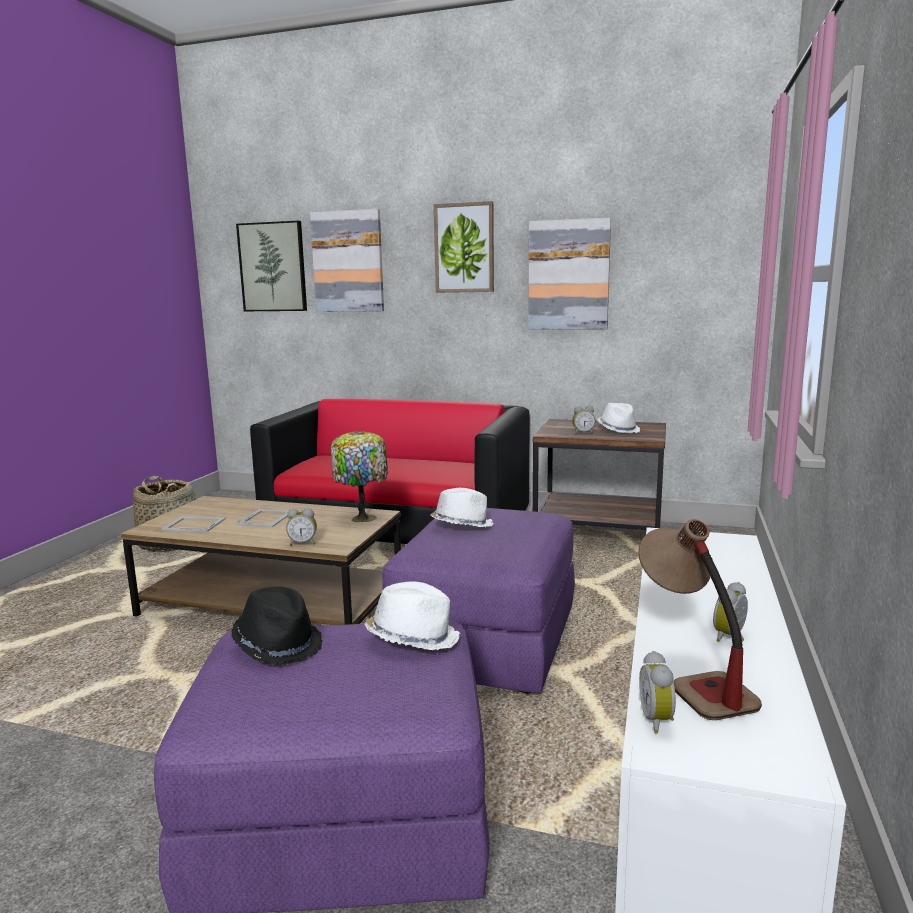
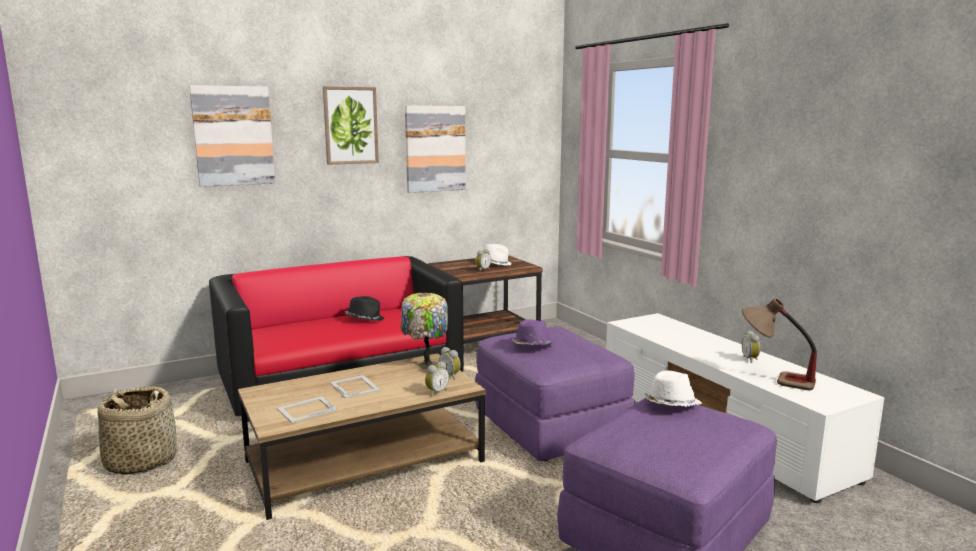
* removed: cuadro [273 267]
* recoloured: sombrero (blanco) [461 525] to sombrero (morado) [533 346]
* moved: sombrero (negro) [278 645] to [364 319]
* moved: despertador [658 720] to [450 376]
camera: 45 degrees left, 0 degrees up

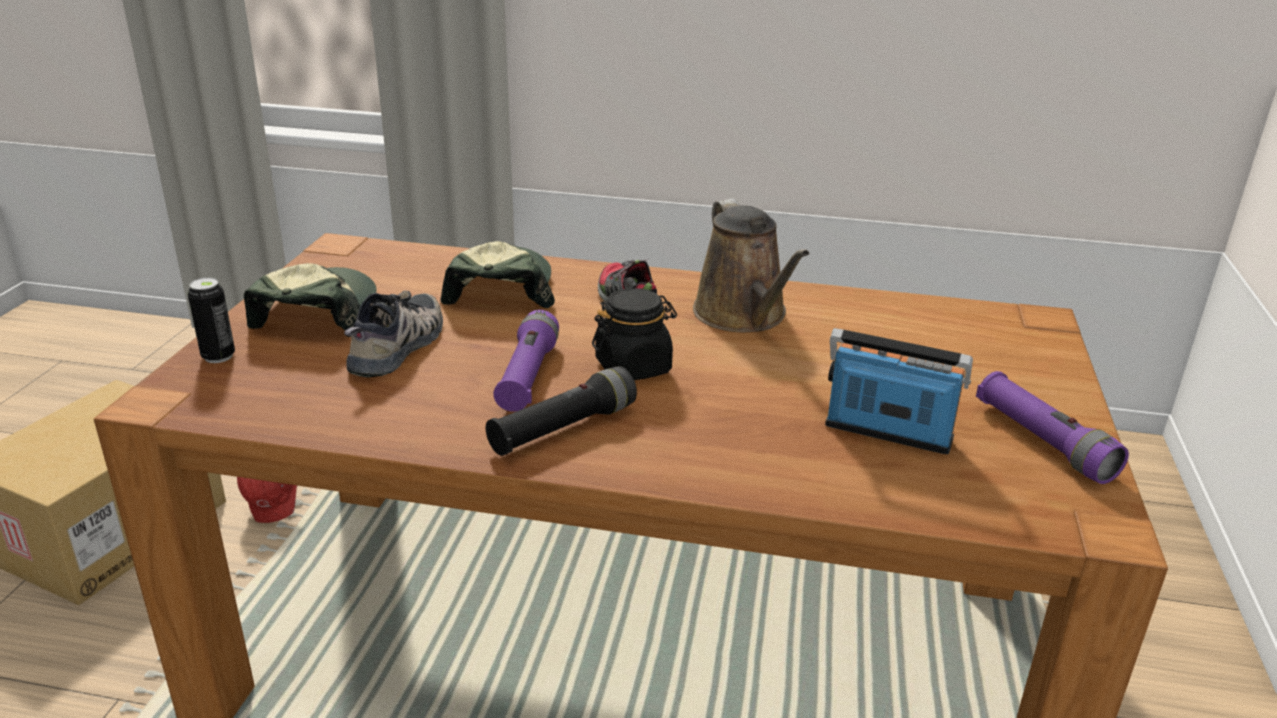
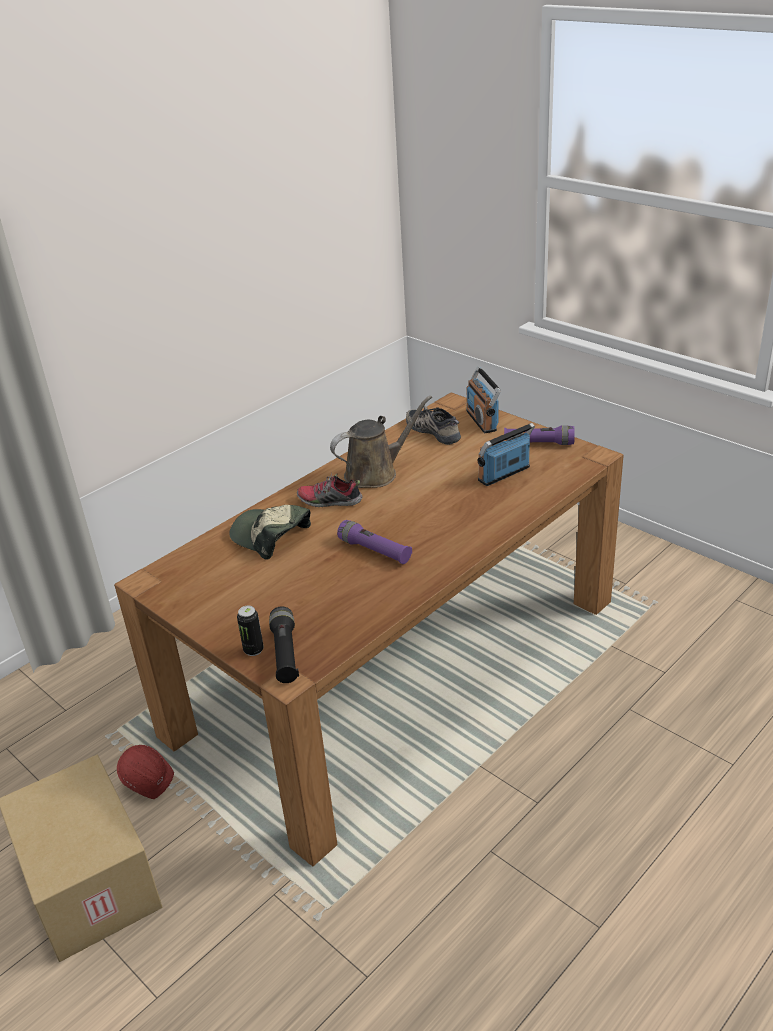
* turned: regadera (marrón) [743 316] = [375 473] 45 degrees counterclockwise
* removed: gorra [316 314]
* removed: tarro (negro) [633 367]
* moved: zapato [400 346] to [435 431]
* moved: linterna (negro) [563 429] to [285 653]
* added: radio [482 420]
camera: 55 degrees left, 5 degrees up

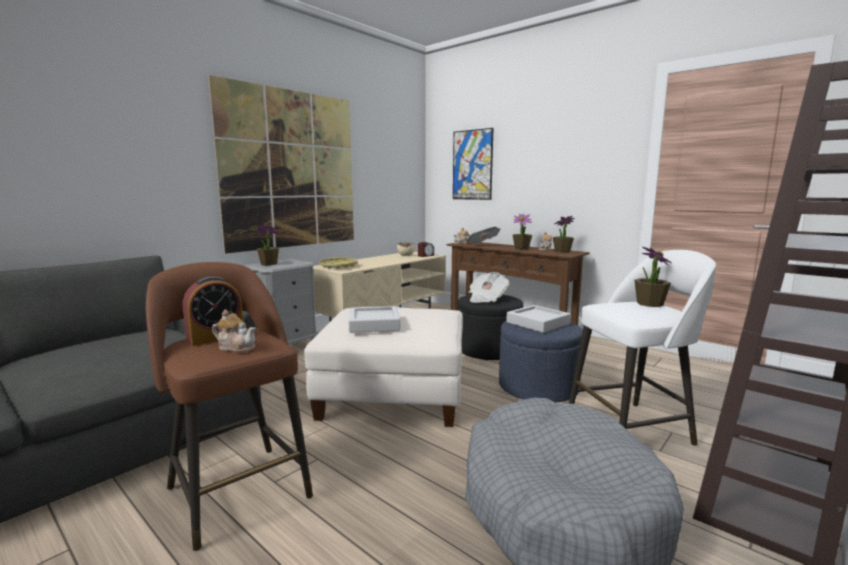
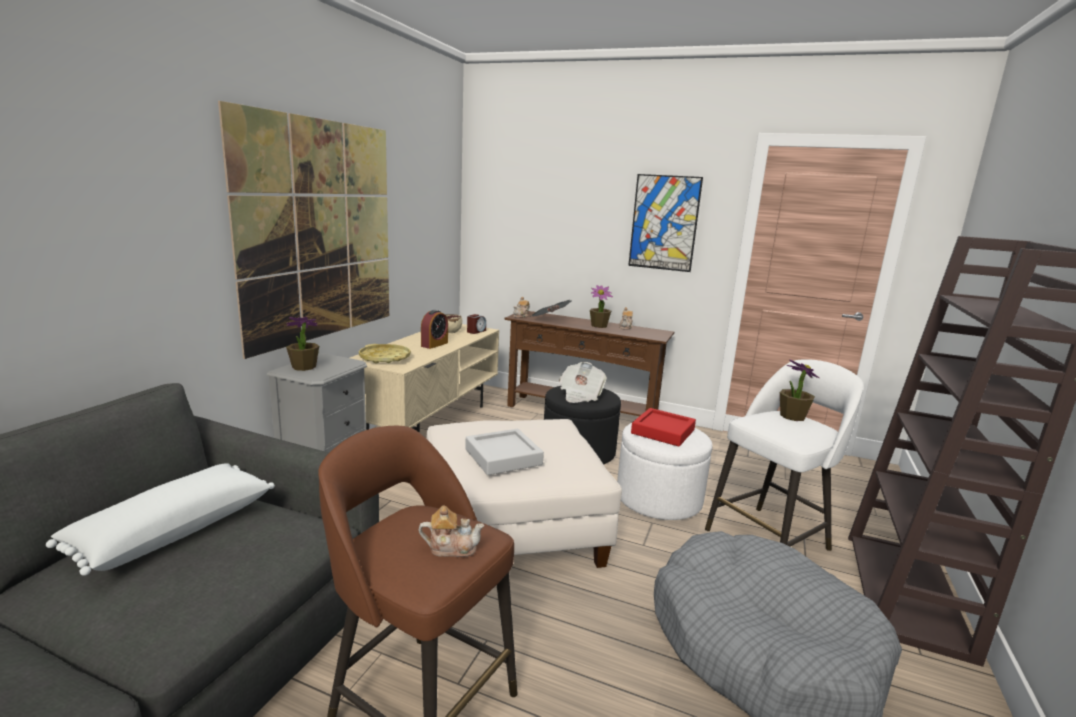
* moved: cuadro [472 165] to [664 223]
* removed: planta en maceta [562 251]
* moved: despertador [215 337] to [434 344]
* recoloured: bandeja (gris) [538 323] to bandeja (rojo) [663 431]
* recoloured: puf (azul) [538 387] to puf (blanco) [658 499]
* added: cojín (blanco) [173 530]
camera: 20 degrees left, 5 degrees up

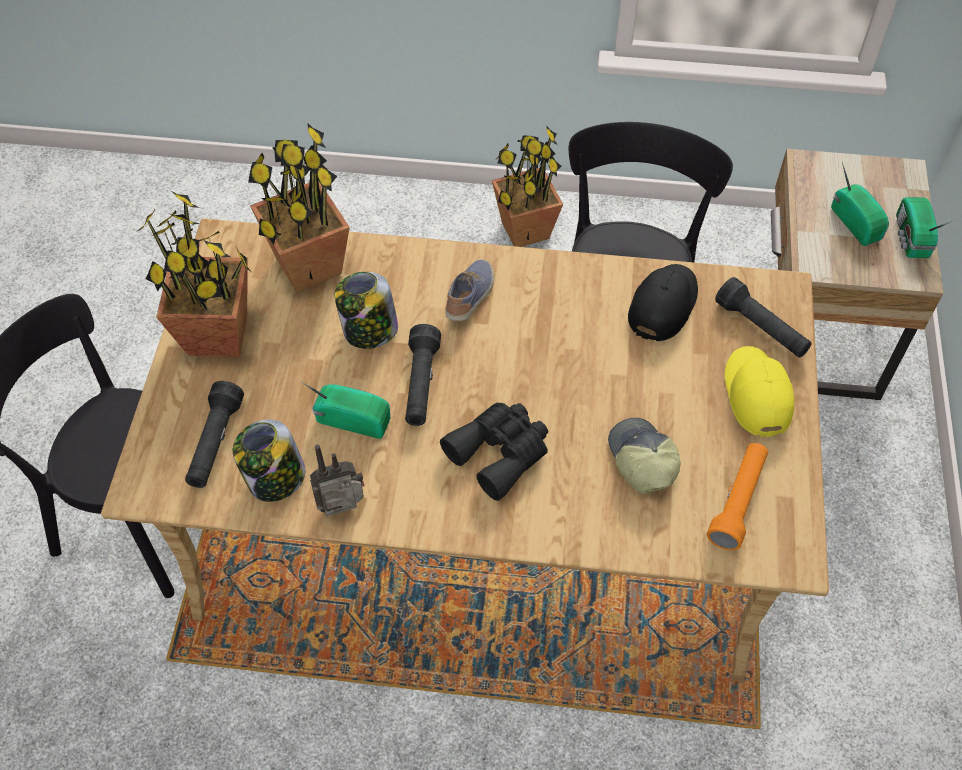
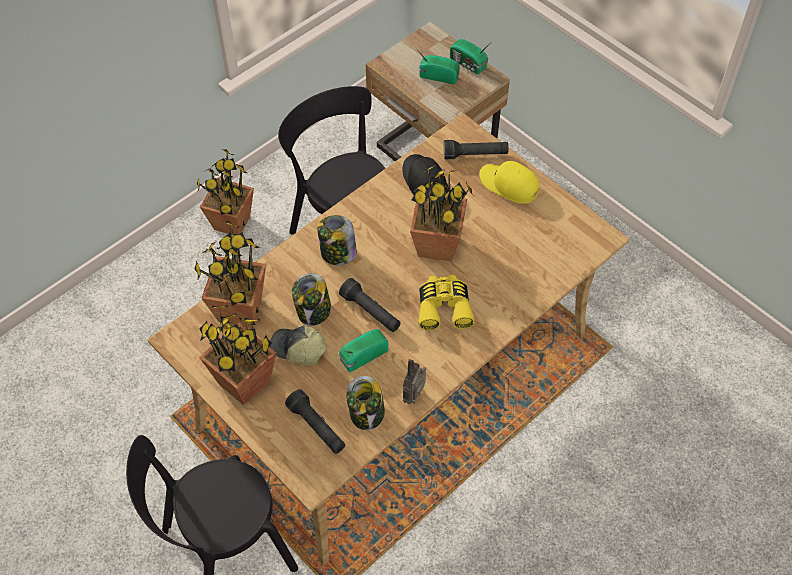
* replaced: zapato [471 297] to tarro [337 253]
* recoloured: prismáticos (negro) [500 453] to prismáticos (amarillo) [444 307]
* moved: gorra [641 460] to [298 349]
* removed: linterna (naranja) [738 501]
* added: planta en maceta [437 245]
camera: 50 degrees left, 0 degrees up

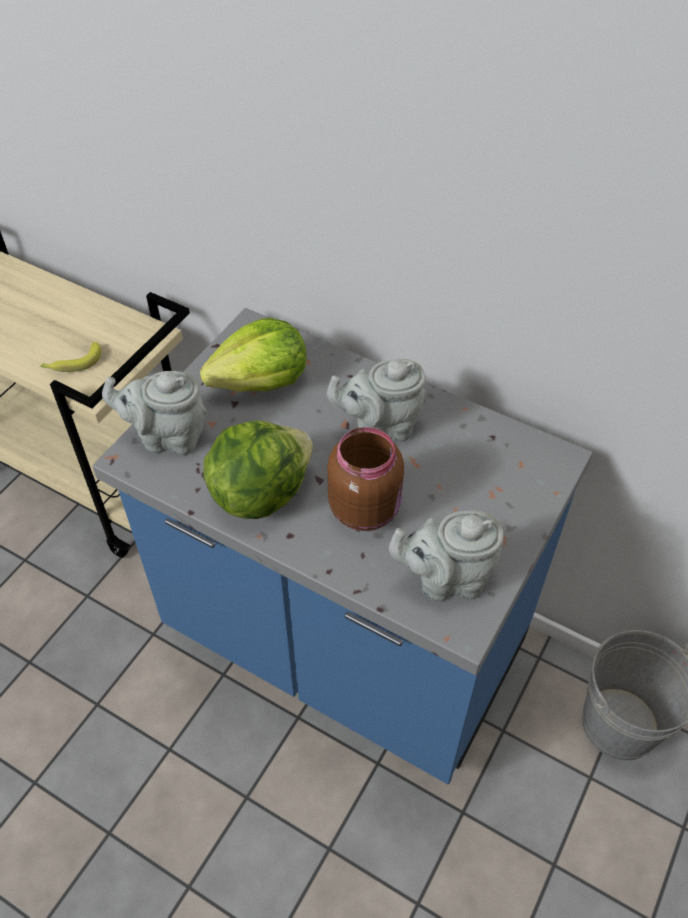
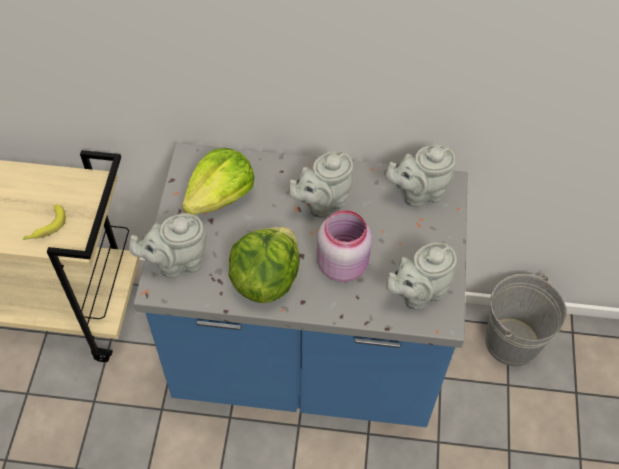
* recoloured: tarro (marrón) [366 508] to tarro (rosa) [343 264]
* added: tetera (gris) [418 193]
camera: 25 degrees left, 5 degrees up

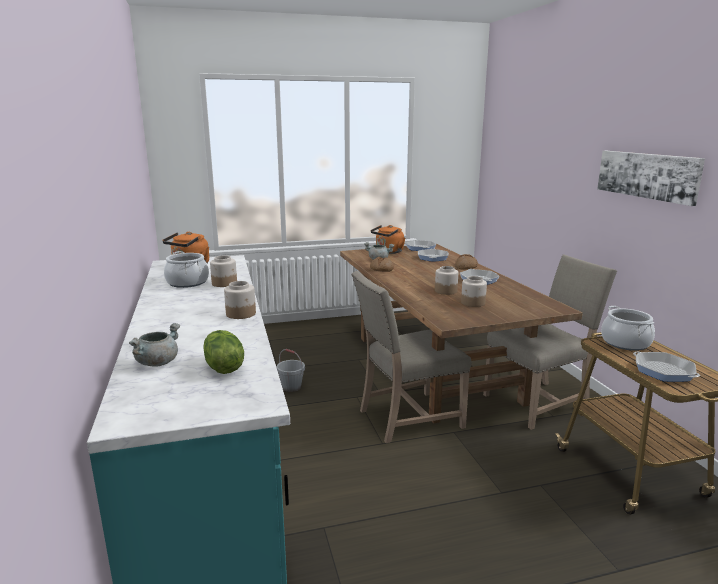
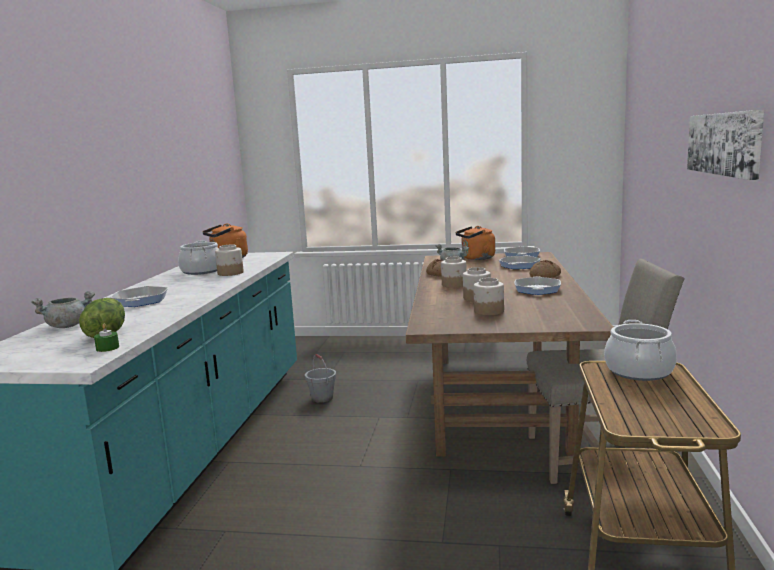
* removed: silla (beis) [407 418]
* moved: tarro [241 314] to [454 284]
* moved: sartén [663 371] to [140 301]
* added: vela (verde) [107 348]
camera: 25 degrees right, 5 degrees down

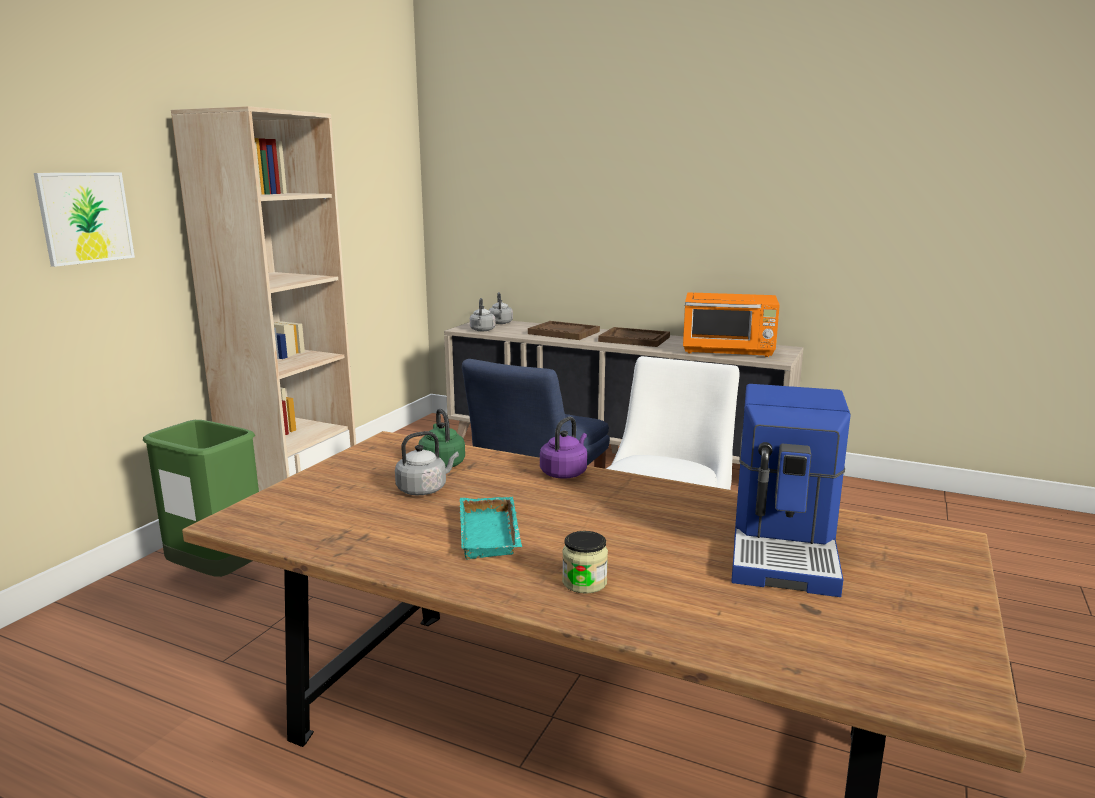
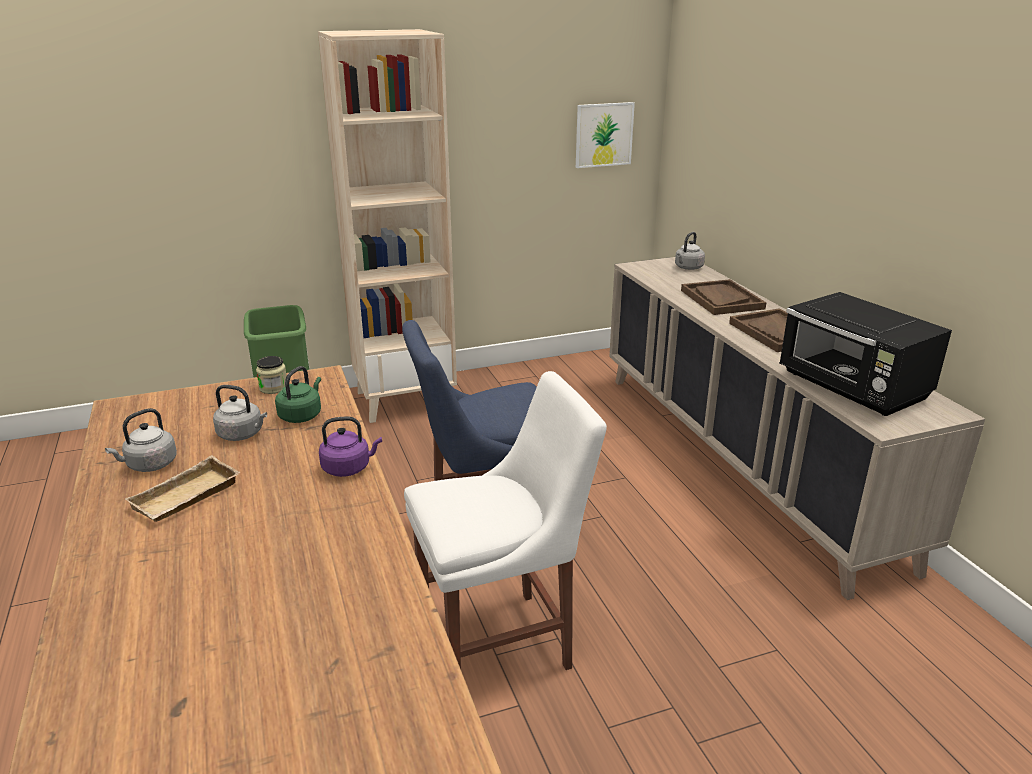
* moved: cuadro [85 217] to [604 134]
* recoloured: microondas (naranja) [729 351] to microondas (negro) [853 388]
* moved: hervidor (gris) [482 330] to [149 465]
* removed: cafetera [785 548]
* recoloured: bandeja (turquesa) [492 535] to bandeja (beis) [186 498]
* moved: tarro [584 582] to [273 388]
camera: 45 degrees right, 10 degrees up

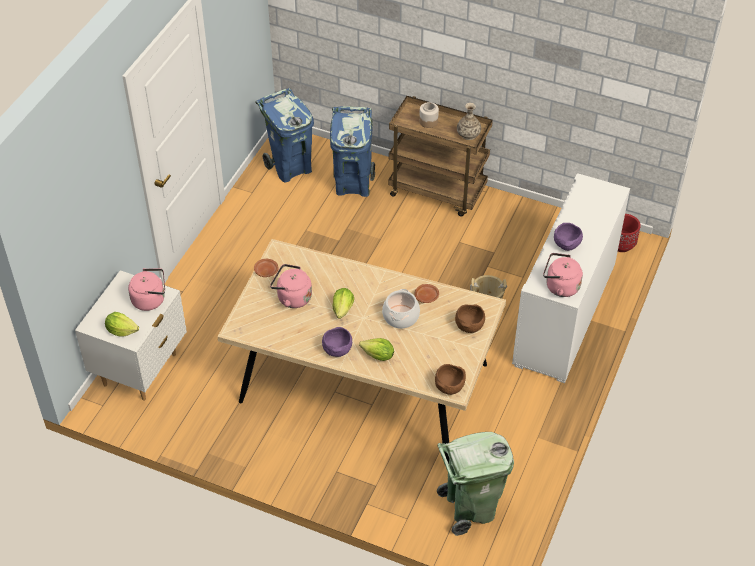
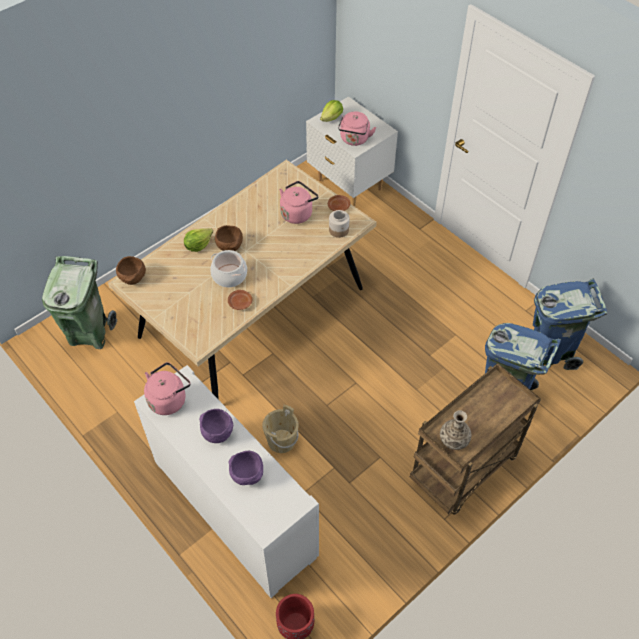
* moved: tarro [428 121] to [339 230]
* removed: lechuga [343 309]
* moved: cuenco (marrón) [469 326] to [230 247]
* moved: cuenco (morado) [337 350] to [248 475]
camera: 115 degrees right, 5 degrees up

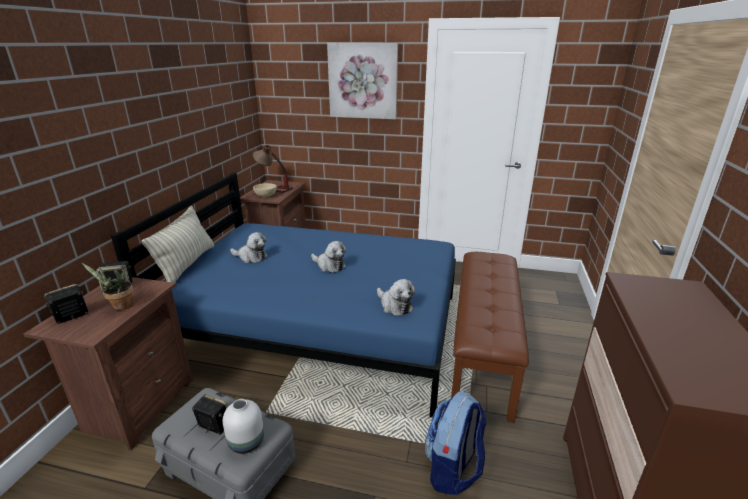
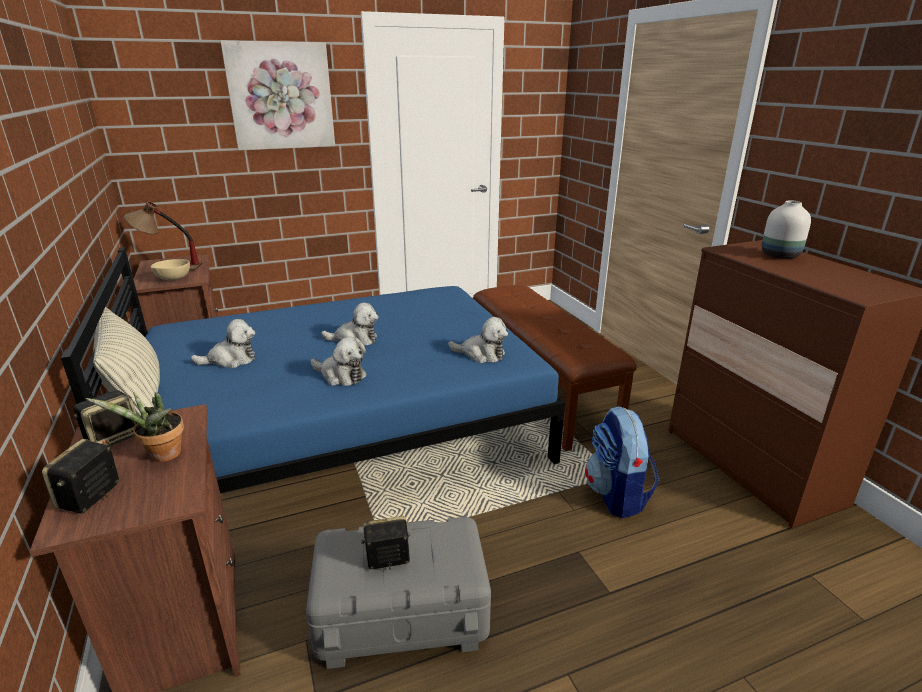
* moved: florero (blanco) [245 442] to [779 256]
* added: peluche [341 376]
camera: 35 degrees left, 0 degrees up

